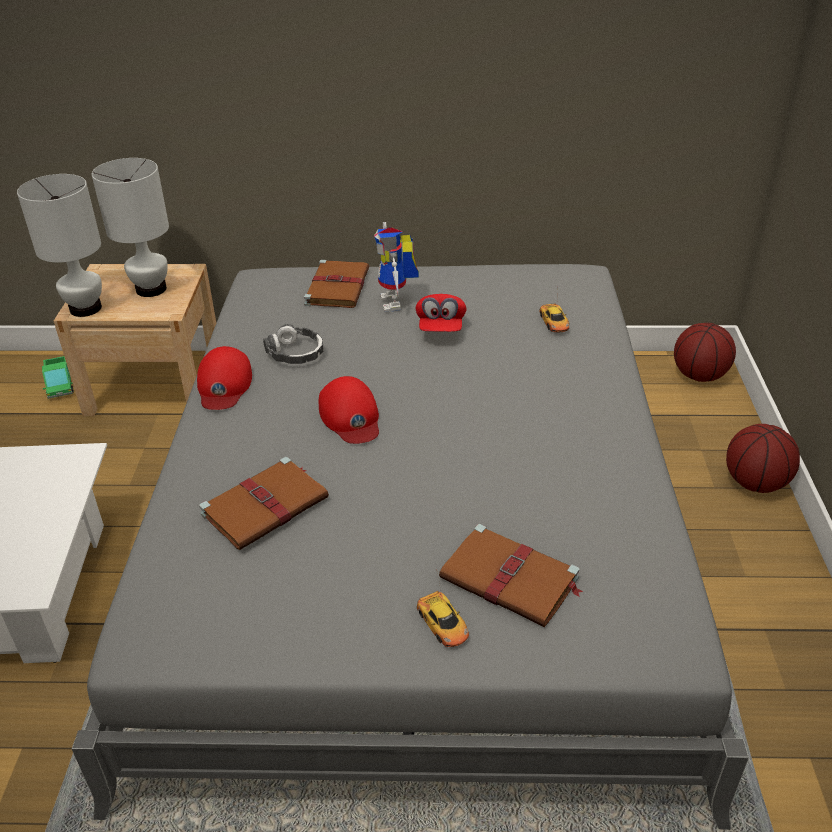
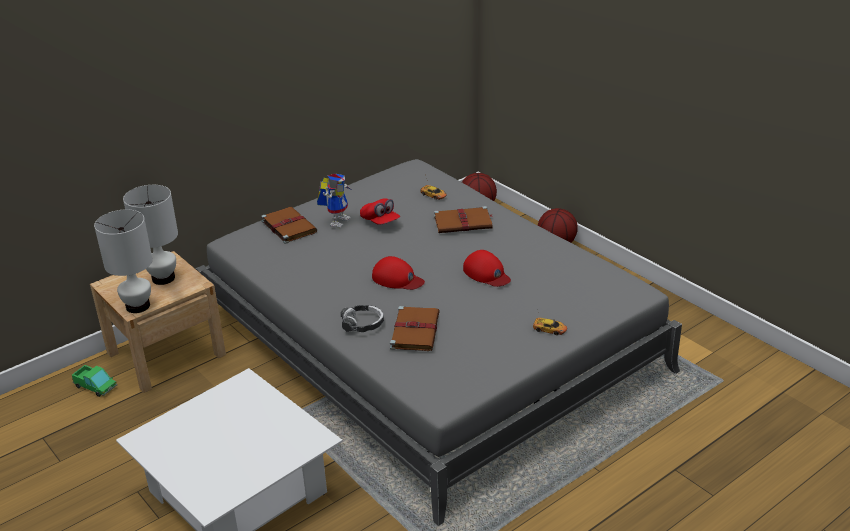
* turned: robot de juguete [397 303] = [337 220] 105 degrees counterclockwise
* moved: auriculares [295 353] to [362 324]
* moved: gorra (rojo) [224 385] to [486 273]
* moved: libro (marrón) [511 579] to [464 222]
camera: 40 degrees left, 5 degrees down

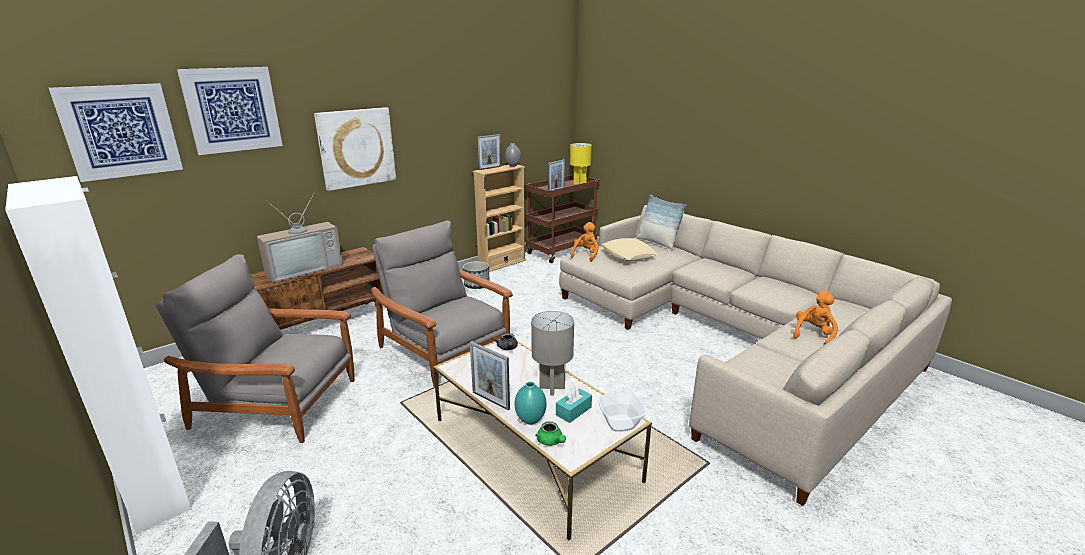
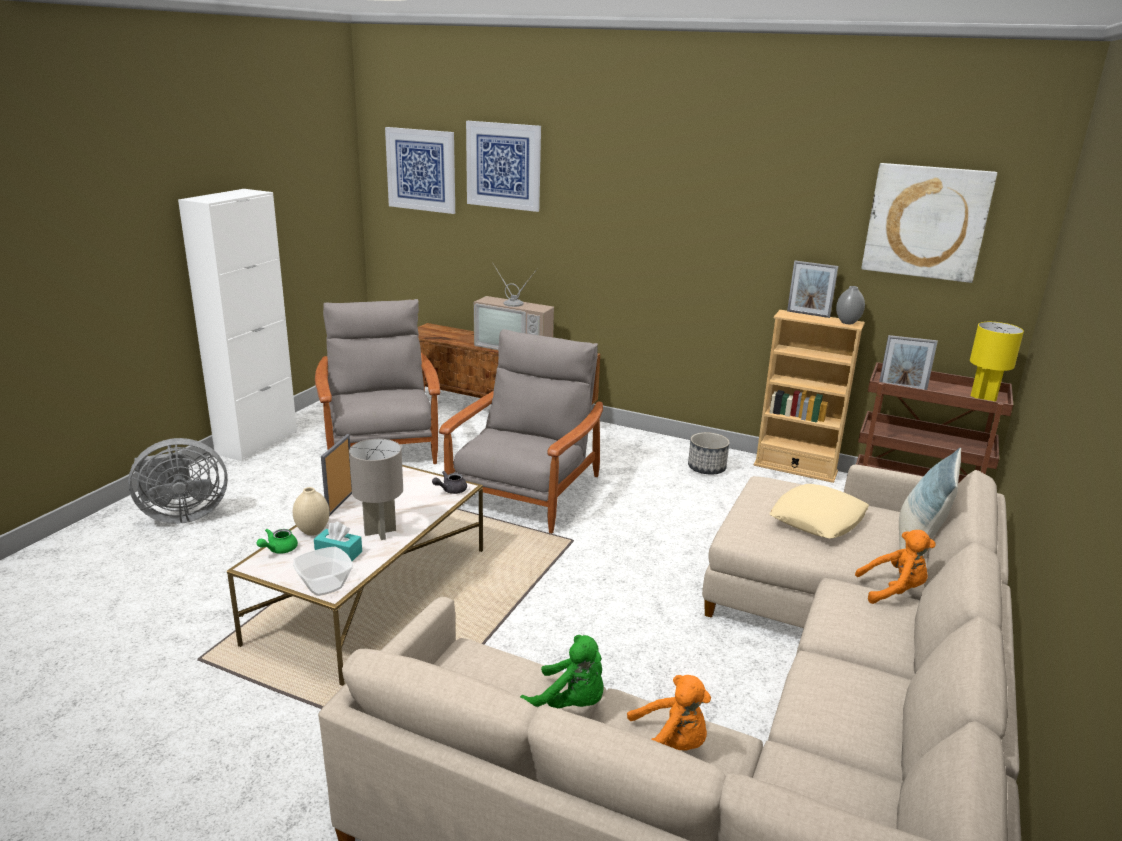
* moved: cuadro [356 148] to [926 222]
* moved: peluche (naranja) [586 255] to [893 591]
* recoloured: florero (turquesa) [531 420] to florero (beis) [313 532]
* added: peluche (verde) [569 704]
camera: 65 degrees right, 0 degrees up

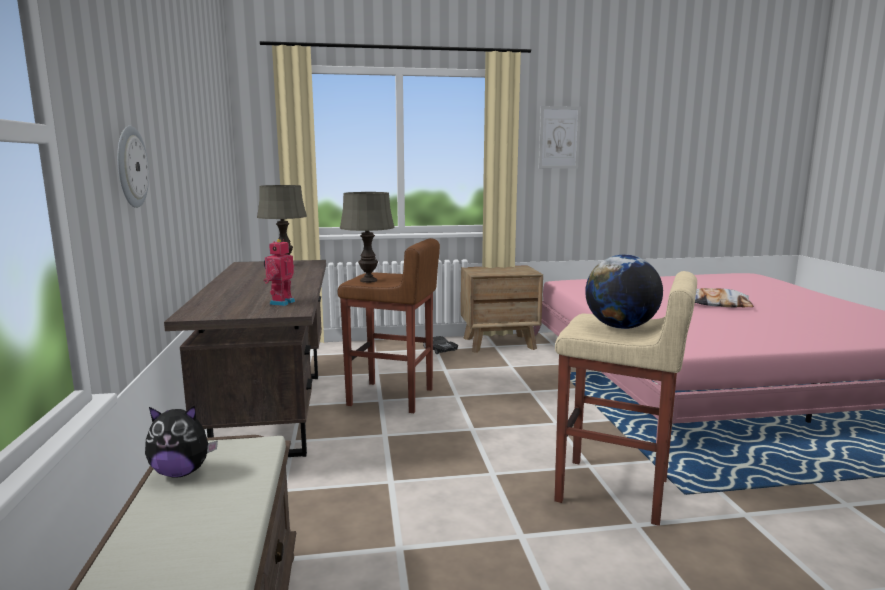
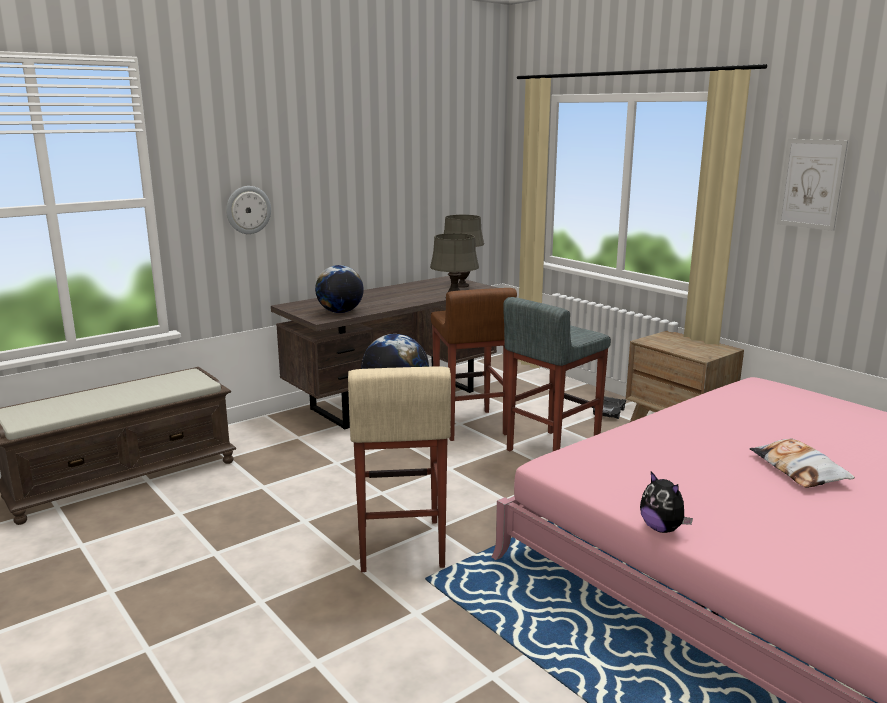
* replaced: robot de juguete [280 303] to globo terráqueo [340 312]
* moved: peluche [181 472] to [662 529]
* added: taburete (gris) [551 450]
camera: 60 degrees right, 5 degrees up

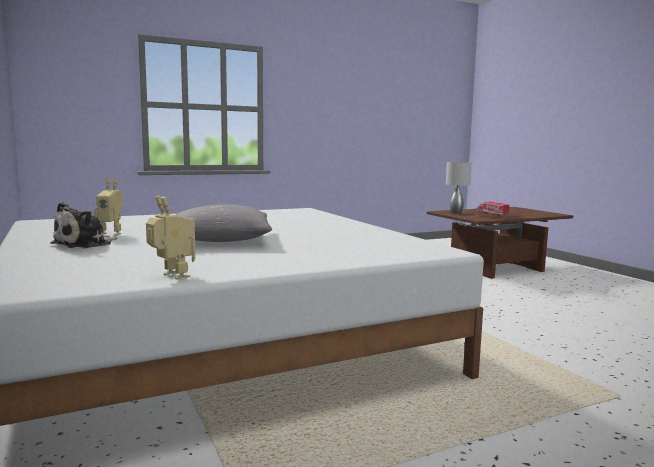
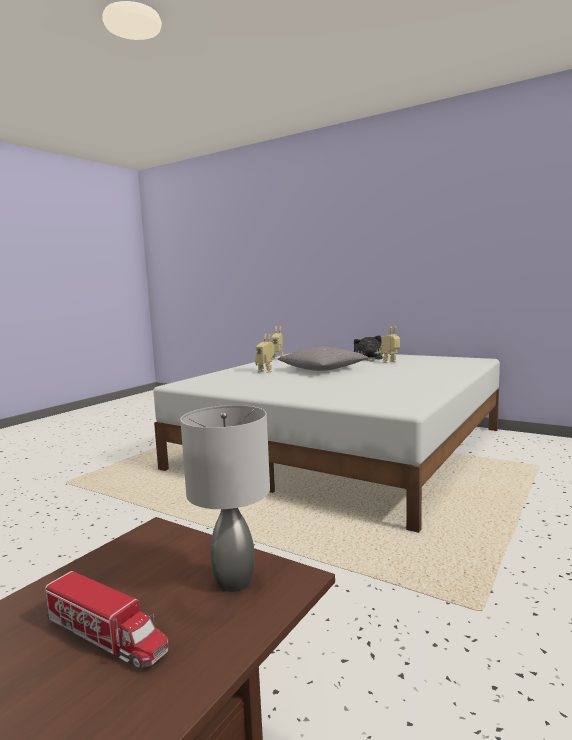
* added: robot de juguete [266 371]
camera: 150 degrees right, 0 degrees up

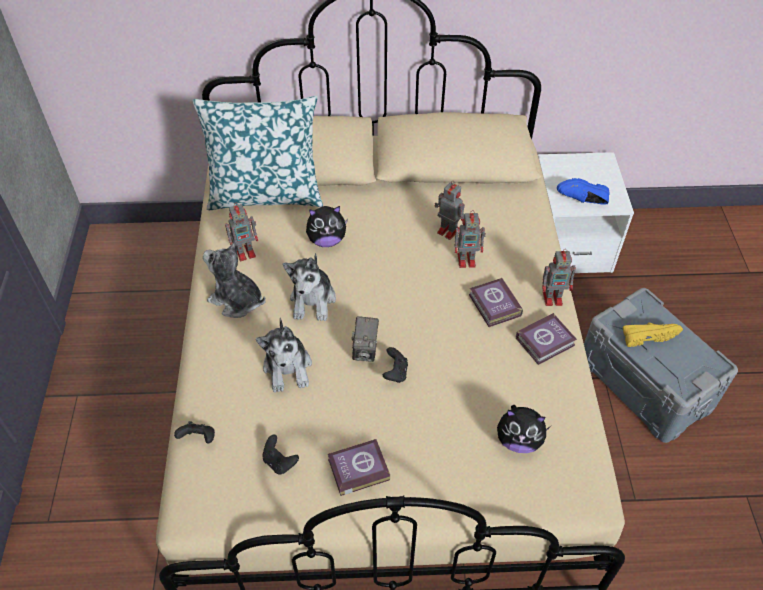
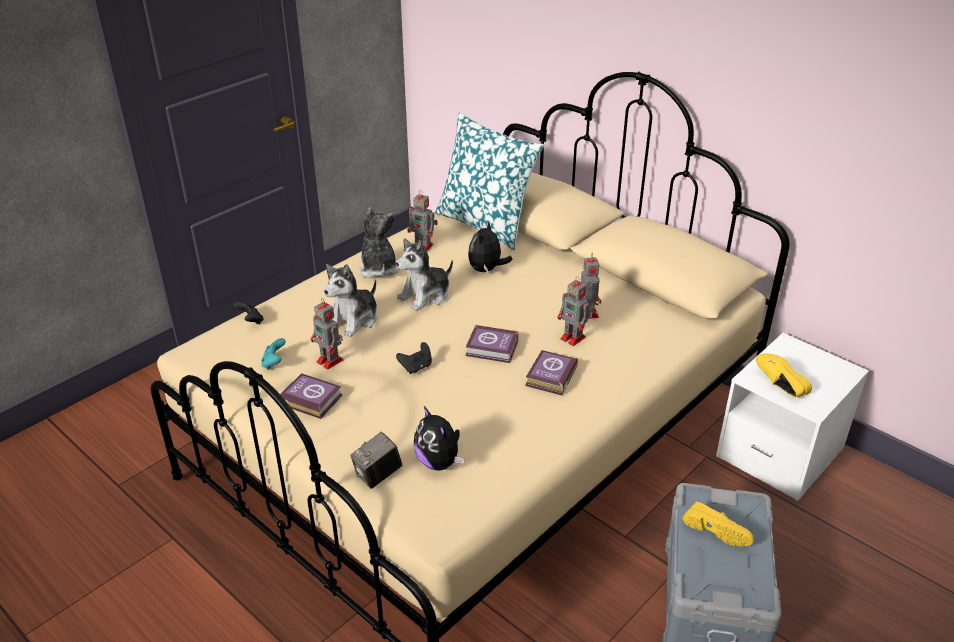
* recoloured: zapato (azul) [583 201] to zapato (amarillo) [778 385]
* turned: peluche [327 240] = [486 270] 75 degrees clockwise
* moved: robot de juguete [553 297] to [330 361]
* moved: libro [546 342] to [493 349]
* moved: cámara [365 350] to [378 475]
* recoloured: mando de consola (negro) [279 462] to mando de consola (turquesa) [274 363]
camera: 45 degrees right, 15 degrees down

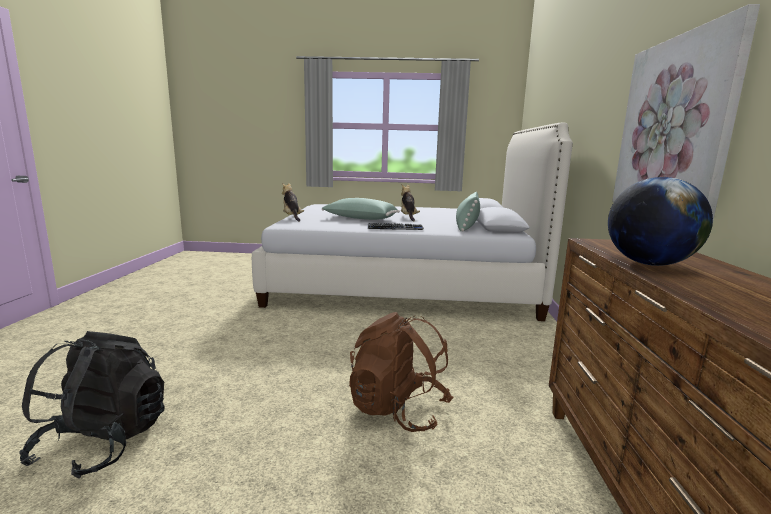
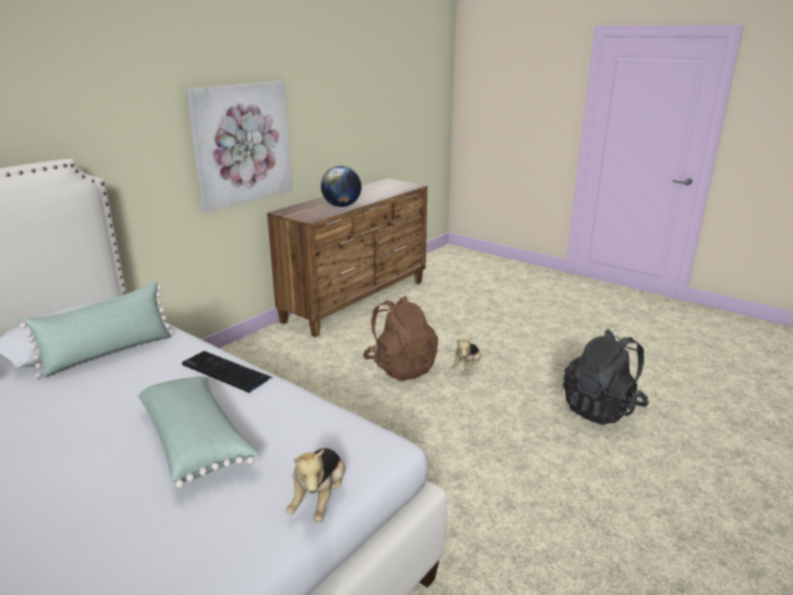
* moved: peluche [408 217] to [466 368]
camera: 145 degrees left, 10 degrees up

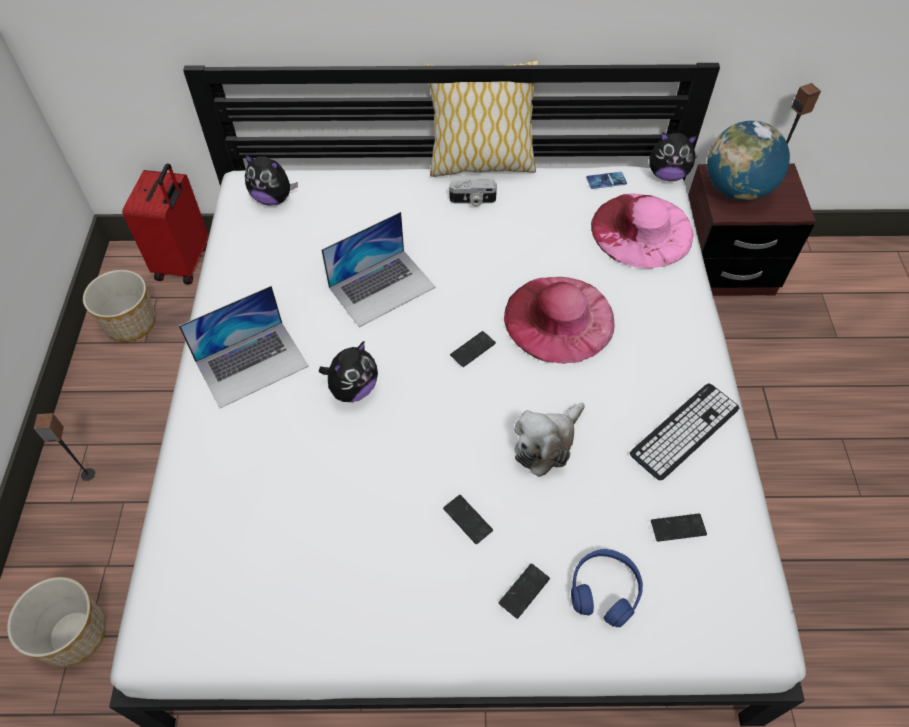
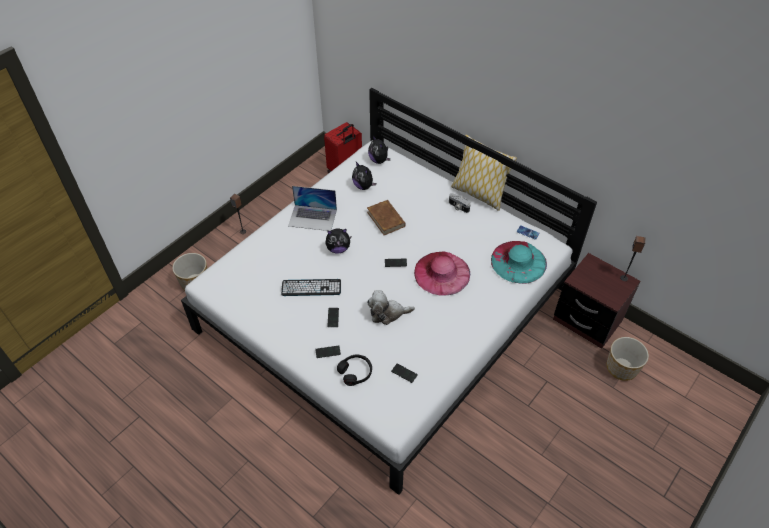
* removed: globo terráqueo [736 190]
* moved: peluche [667 175] to [363 186]
* recoloured: sombrero (rosa) [642 230] to sombrero (turquesa) [518 261]
* replaced: portátil [382 287] to libro (marrón) [386 219]
* moved: maceta [131 323] to [622 368]
* moved: teclado [684 431] to [311 288]
* recoloured: auriculares (azul) [604 590] to auriculares (negro) [355 372]
camera: 40 degrees right, 5 degrees down

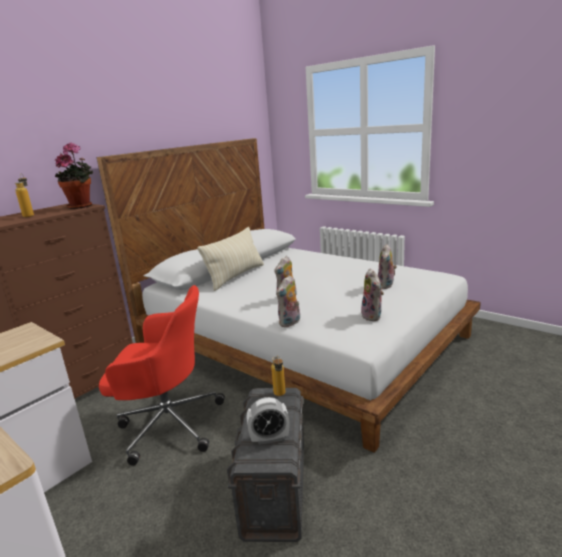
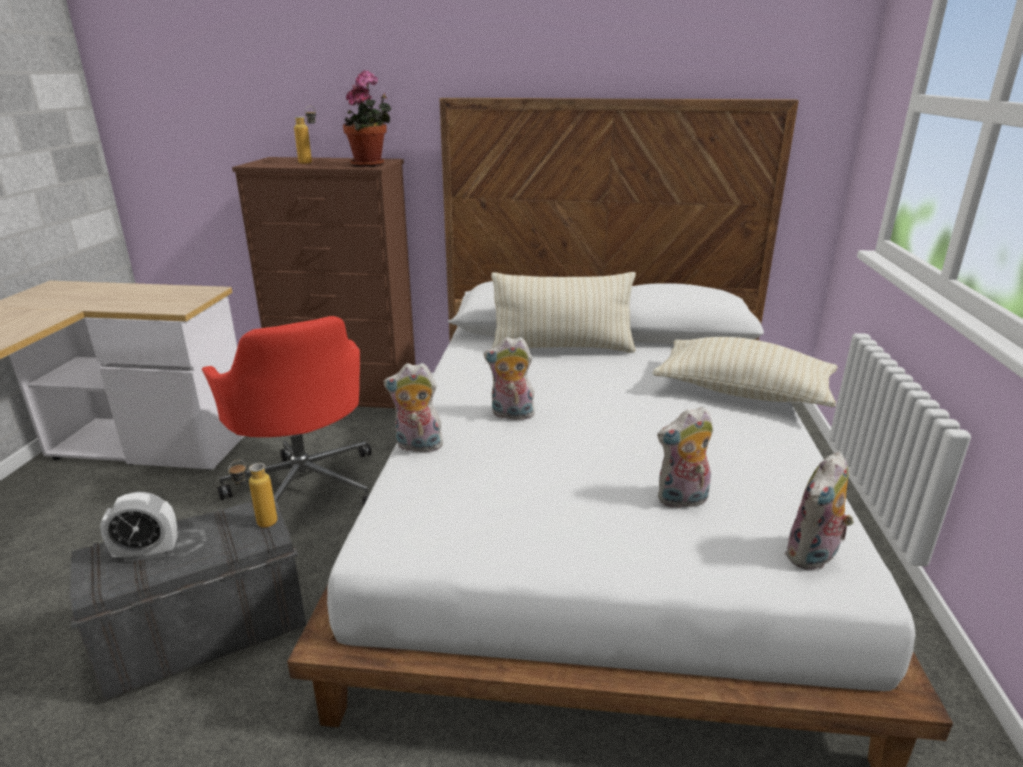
* moved: peluche [373 316] to [813 557]
* turned: despertador [269 438] = [147 553] 60 degrees counterclockwise
* added: cojín (beis) [742 392]
camera: 55 degrees right, 5 degrees up

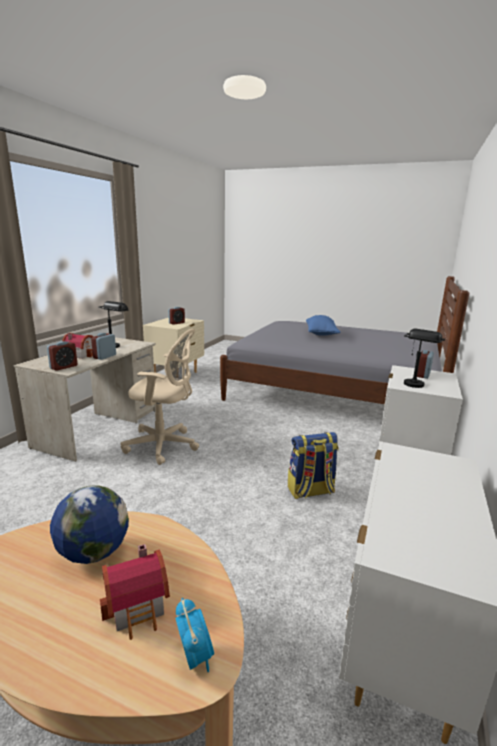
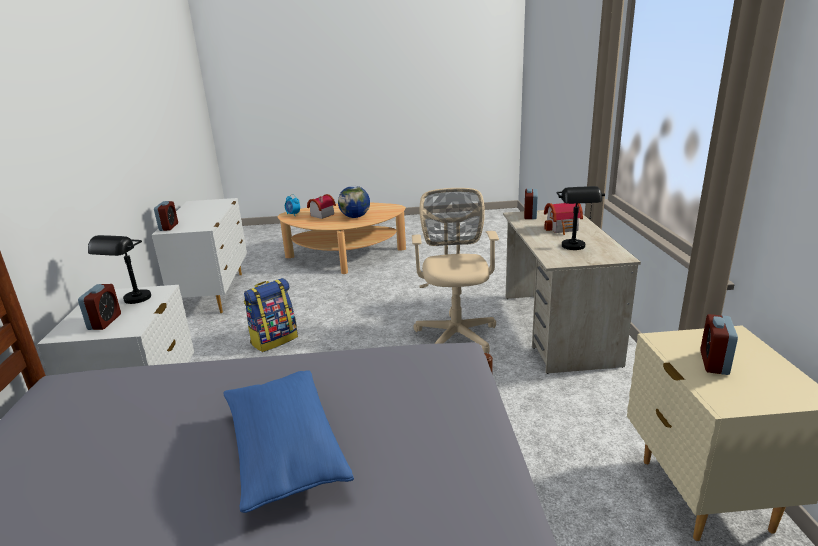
* turned: silla de oficina (beis) [164 446] = [456 334] 105 degrees clockwise
* moved: despertador [105 356] to [168 227]
camera: 155 degrees right, 5 degrees up

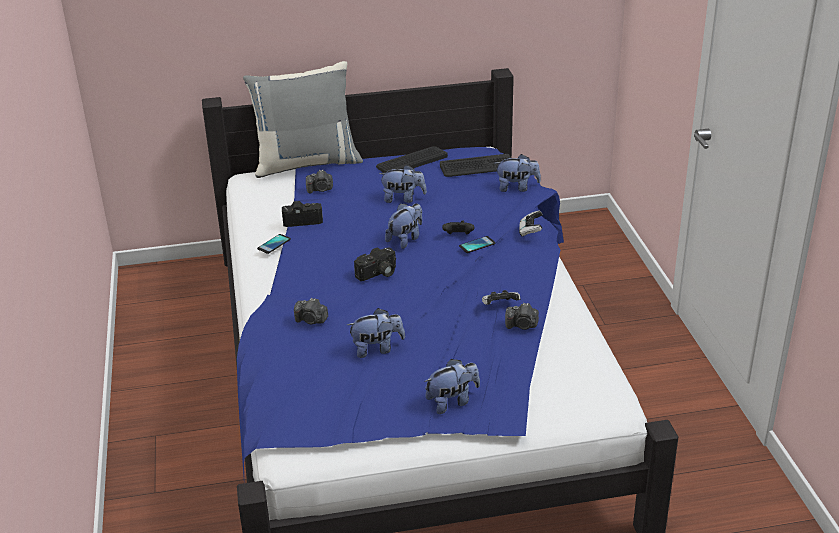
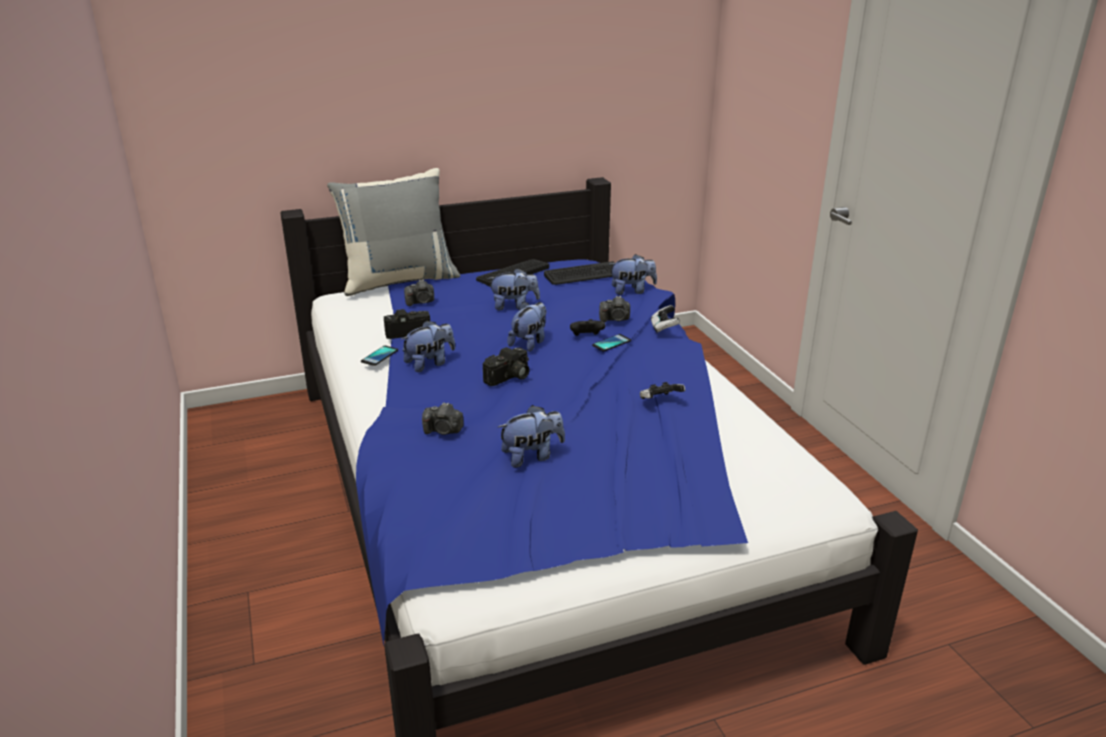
* moved: cámara [522 325] to [615 319]
* moved: peluche [452 401] to [430 363]
camera: 10 degrees left, 5 degrees down

